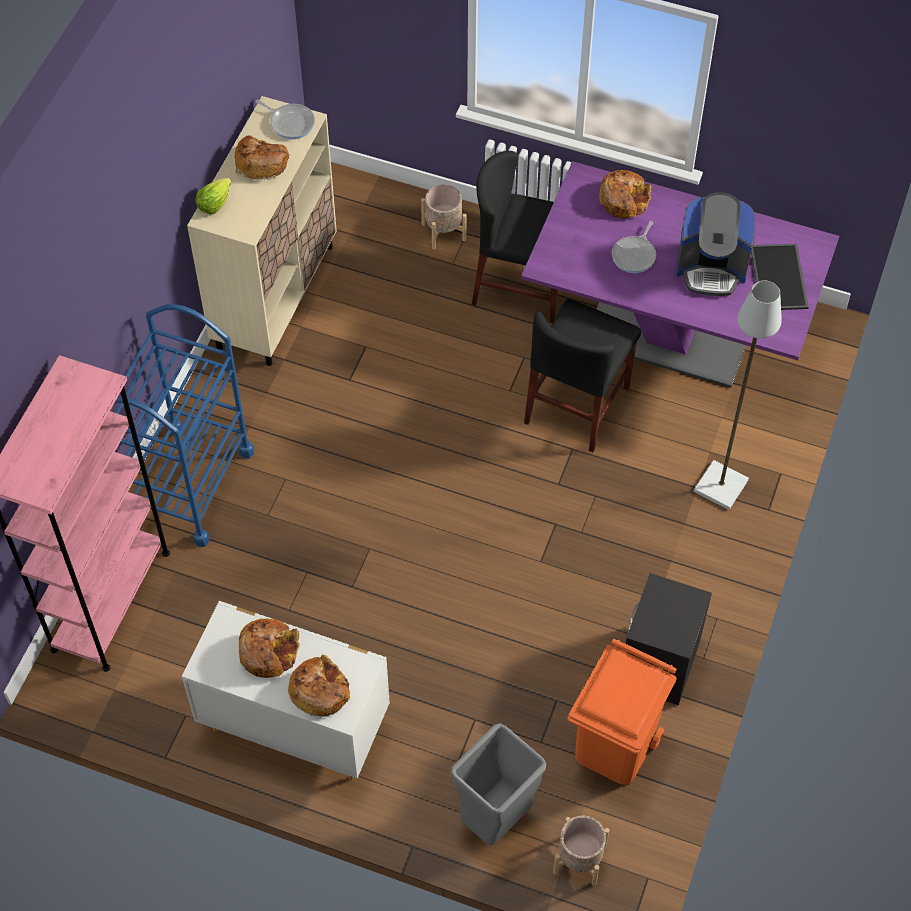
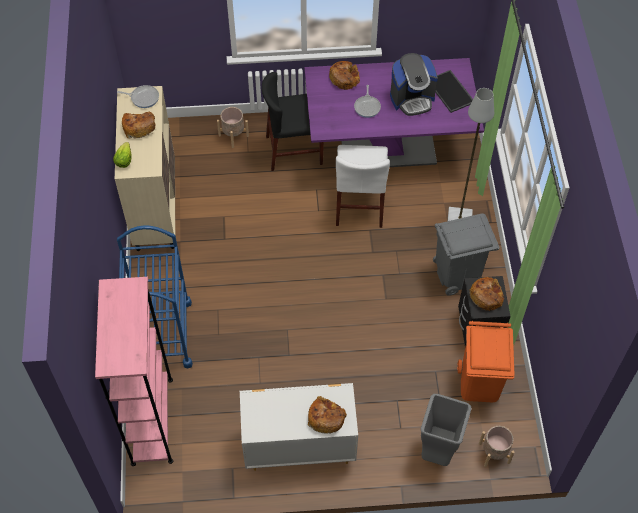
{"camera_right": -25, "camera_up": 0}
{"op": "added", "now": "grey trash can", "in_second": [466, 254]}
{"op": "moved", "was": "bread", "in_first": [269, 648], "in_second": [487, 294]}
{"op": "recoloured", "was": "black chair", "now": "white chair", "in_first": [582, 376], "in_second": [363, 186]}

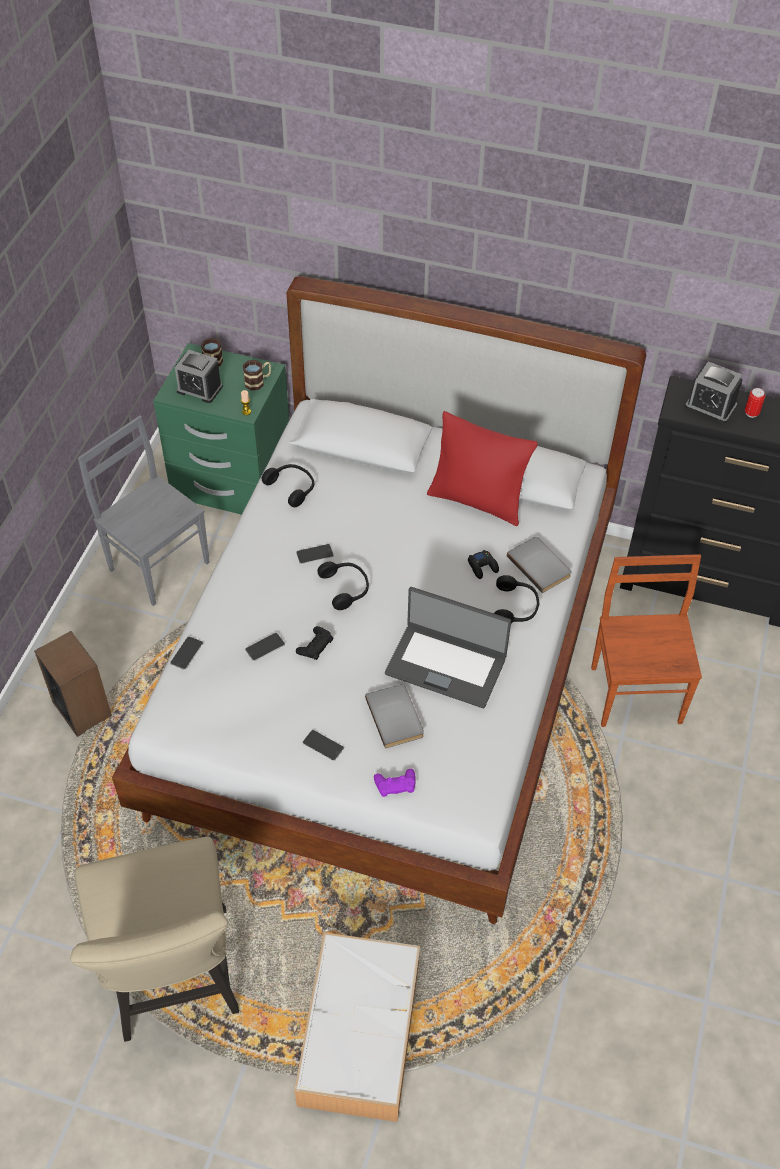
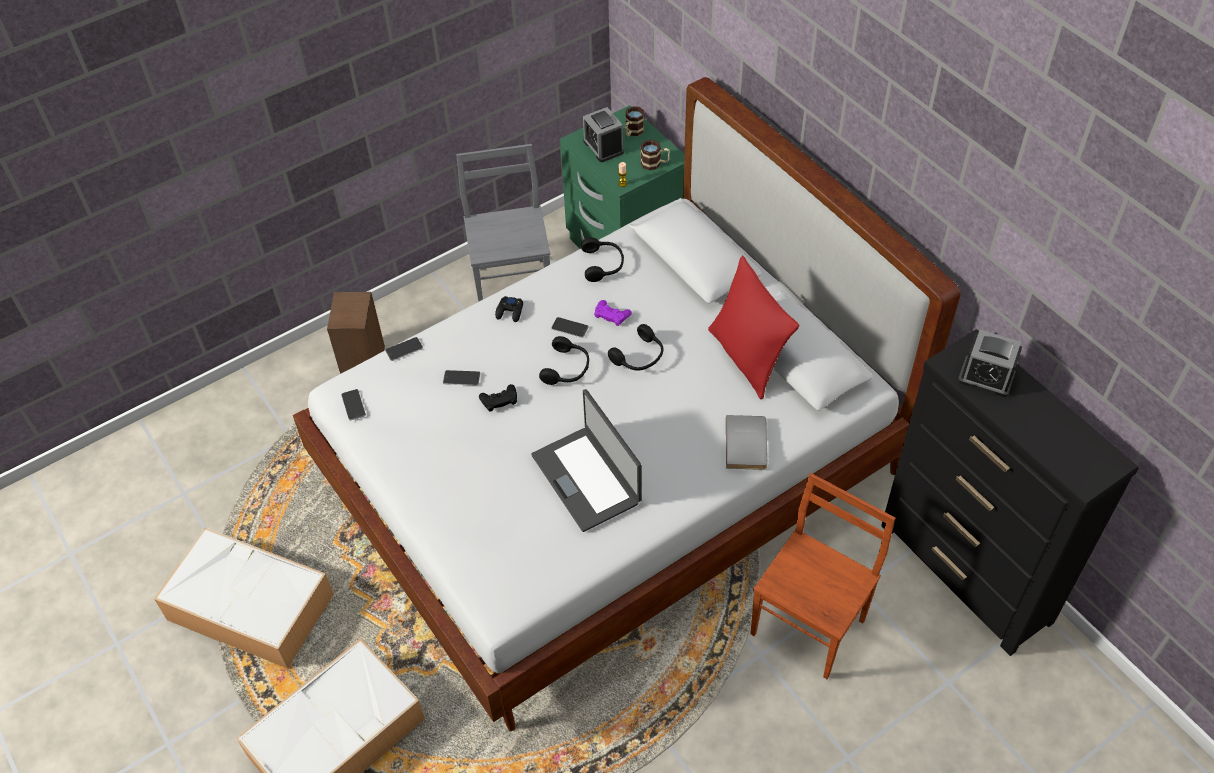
{"camera_right": 40, "camera_up": 0}
{"op": "removed", "was": "grey book", "in_first": [394, 716]}
{"op": "removed", "was": "can", "in_first": [755, 403]}
{"op": "moved", "was": "phone", "in_first": [323, 745], "in_second": [353, 405]}
{"op": "moved", "was": "purple game controller", "in_first": [395, 783], "in_second": [613, 313]}
{"op": "moved", "was": "black game controller", "in_first": [483, 564], "in_second": [509, 309]}
{"op": "moved", "was": "black headphones", "in_first": [516, 599], "in_second": [636, 347]}
{"op": "replaced", "was": "beige chair", "now": "storage box", "in_first": [154, 939], "in_second": [244, 598]}
{"op": "turned", "was": "alarm clock", "in_first": [714, 392], "in_second": [990, 363], "clockwise": -45}

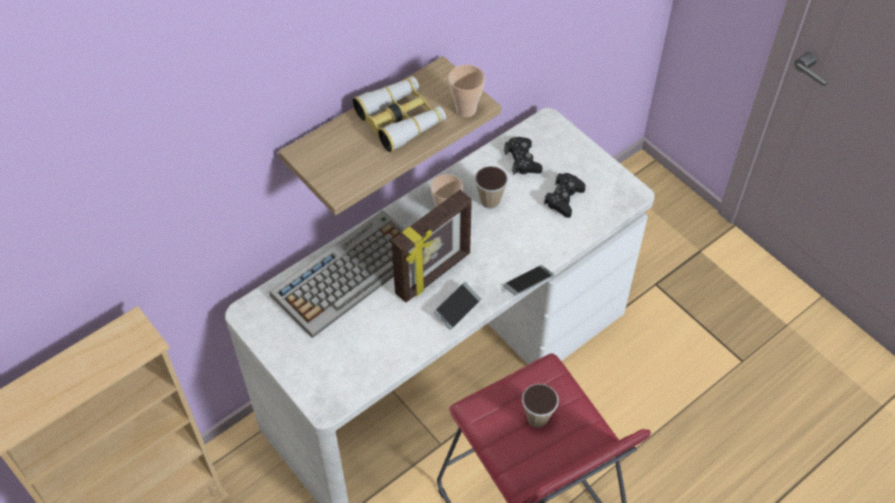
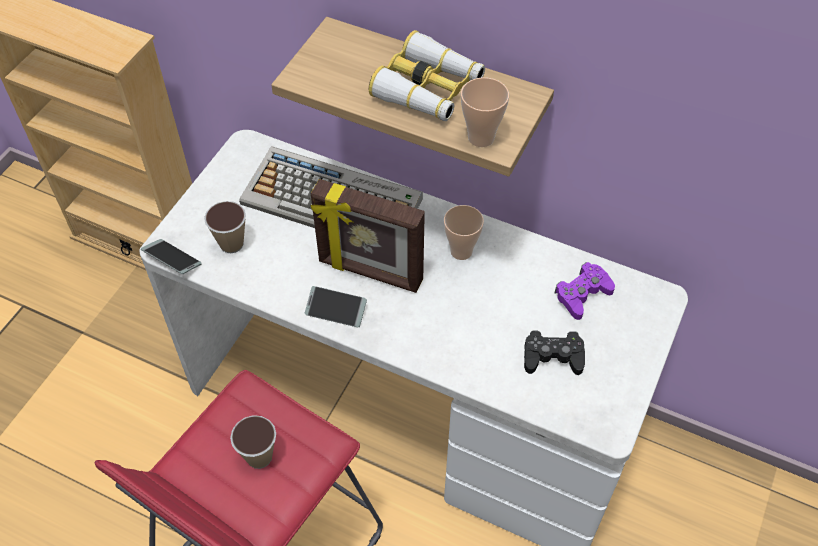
{"camera_right": 65, "camera_up": 0}
{"op": "moved", "was": "cup", "in_first": [491, 187], "in_second": [225, 227]}
{"op": "moved", "was": "phone", "in_first": [528, 280], "in_second": [171, 256]}
{"op": "recoloured", "was": "black game controller", "now": "purple game controller", "in_first": [523, 156], "in_second": [584, 291]}

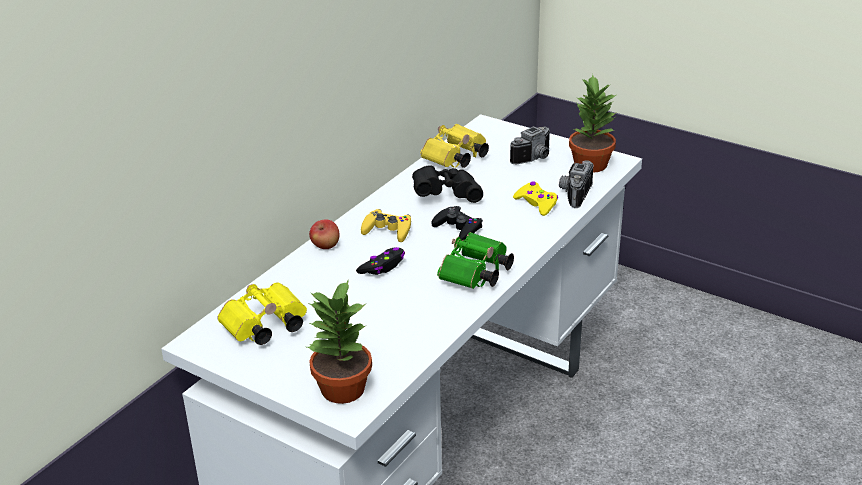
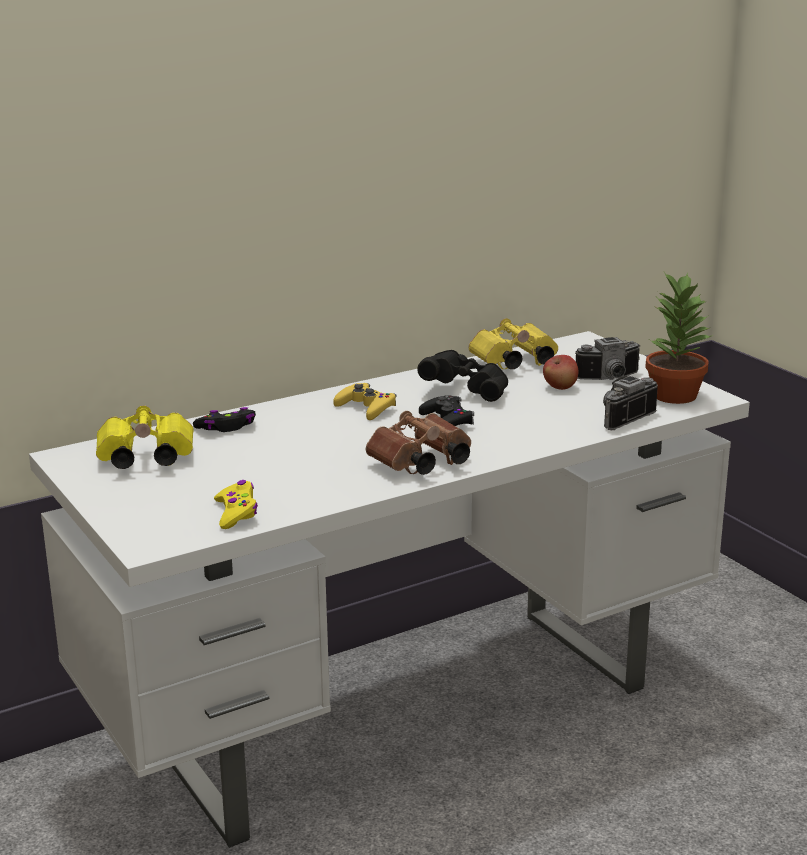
{"camera_right": 25, "camera_up": -10}
{"op": "removed", "was": "potted plant", "in_first": [339, 341]}
{"op": "moved", "was": "apple", "in_first": [324, 234], "in_second": [560, 372]}
{"op": "moved", "was": "black game controller", "in_first": [380, 261], "in_second": [224, 419]}
{"op": "moved", "was": "yellow game controller", "in_first": [535, 198], "in_second": [236, 504]}
{"op": "recoloured", "was": "green binoculars", "now": "brown binoculars", "in_first": [475, 260], "in_second": [418, 443]}

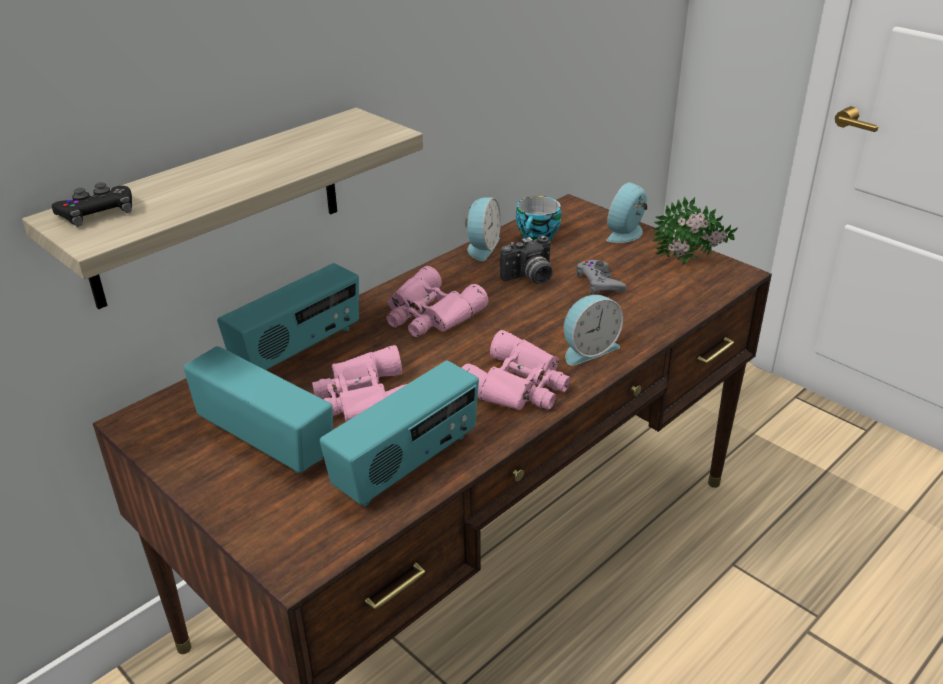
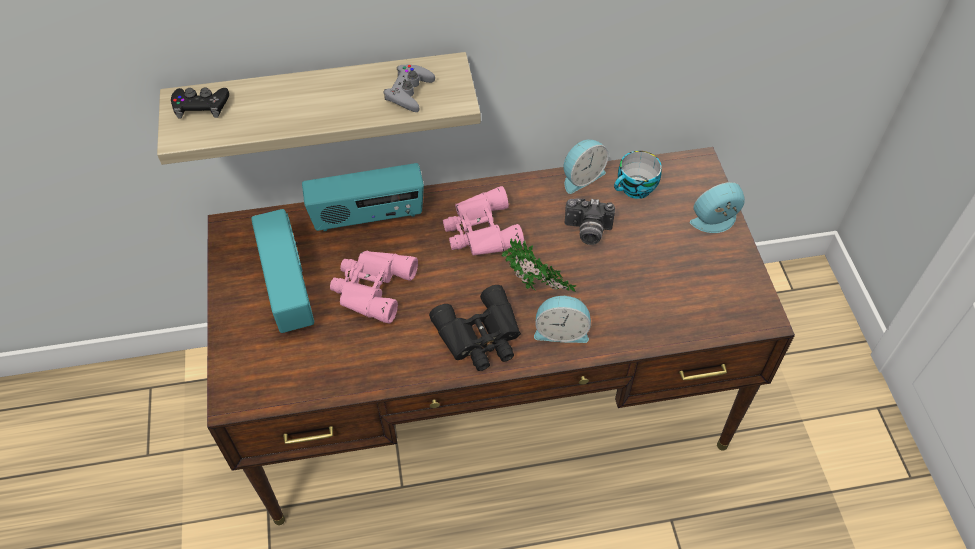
{"camera_right": 35, "camera_up": 20}
{"op": "removed", "was": "radio", "in_first": [399, 434]}
{"op": "moved", "was": "grey game controller", "in_first": [601, 276], "in_second": [409, 88]}
{"op": "moved", "was": "potted plant", "in_first": [695, 230], "in_second": [539, 265]}
{"op": "recoloured", "was": "pink binoculars", "now": "black binoculars", "in_first": [516, 370], "in_second": [475, 328]}

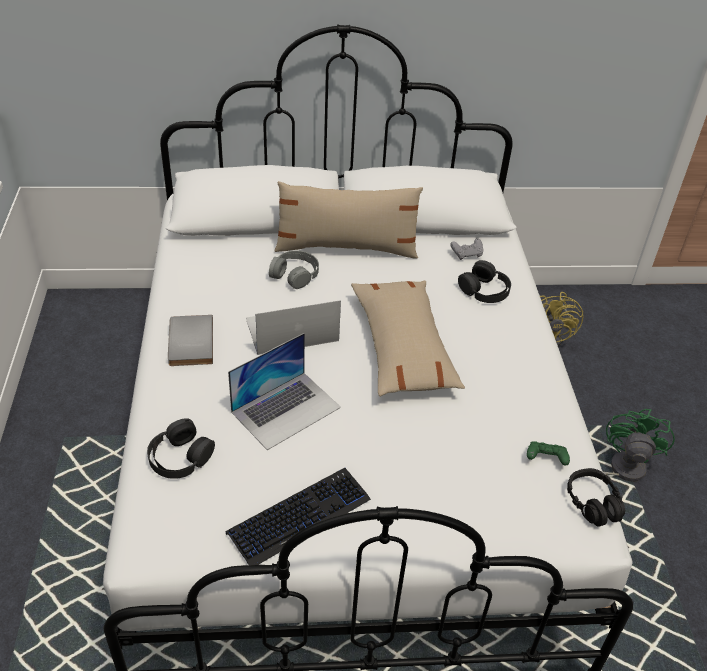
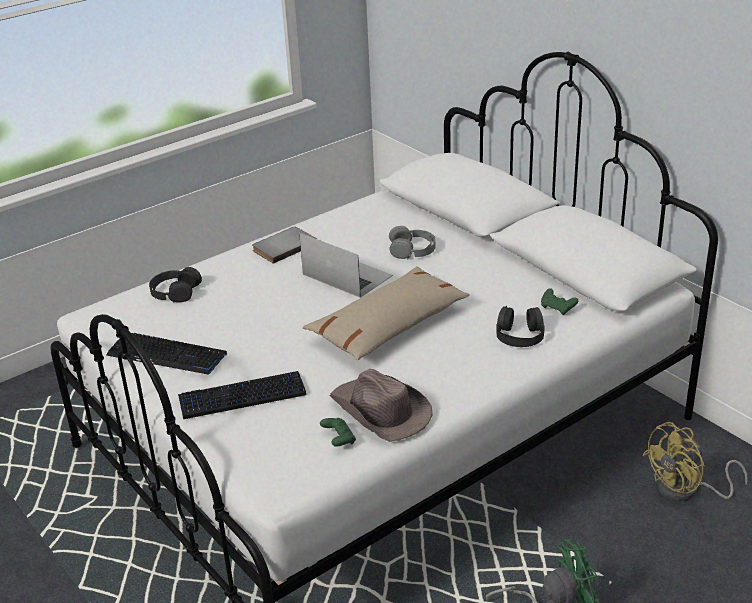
{"camera_right": 60, "camera_up": -10}
{"op": "removed", "was": "laptop", "in_first": [284, 391]}
{"op": "removed", "was": "beige pillow", "in_first": [348, 220]}
{"op": "removed", "was": "black headphones", "in_first": [596, 497]}
{"op": "added", "now": "keyboard", "in_second": [242, 395]}
{"op": "added", "now": "brown hat", "in_second": [381, 405]}
{"op": "recoloured", "was": "grey game controller", "now": "green game controller", "in_first": [467, 249], "in_second": [559, 301]}

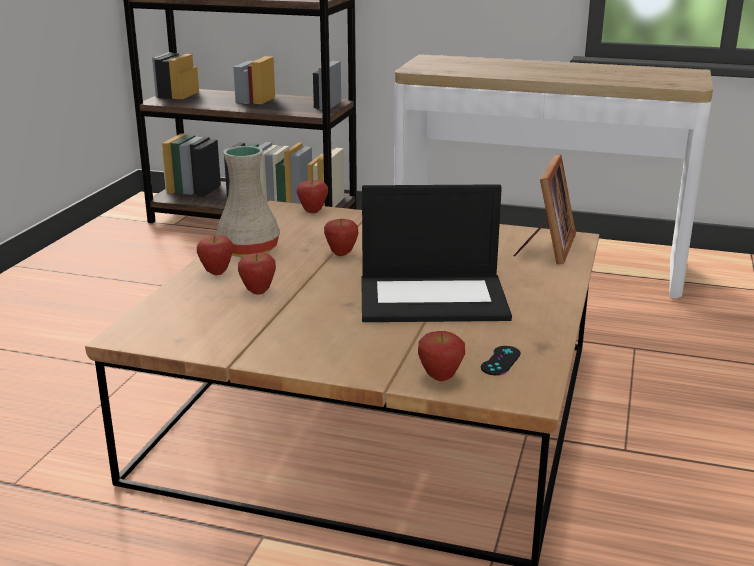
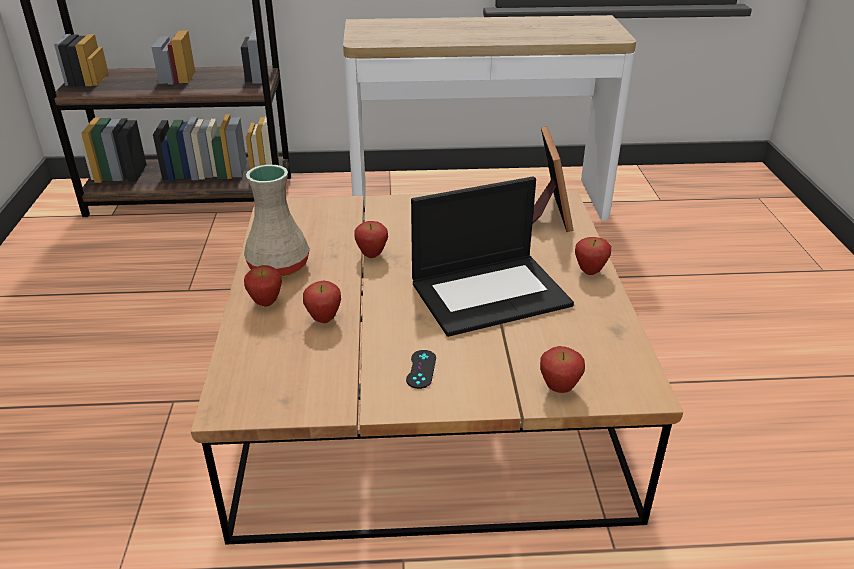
{"camera_right": -20, "camera_up": 10}
{"op": "moved", "was": "apple", "in_first": [312, 196], "in_second": [593, 256]}
{"op": "moved", "was": "black game controller", "in_first": [501, 360], "in_second": [421, 369]}

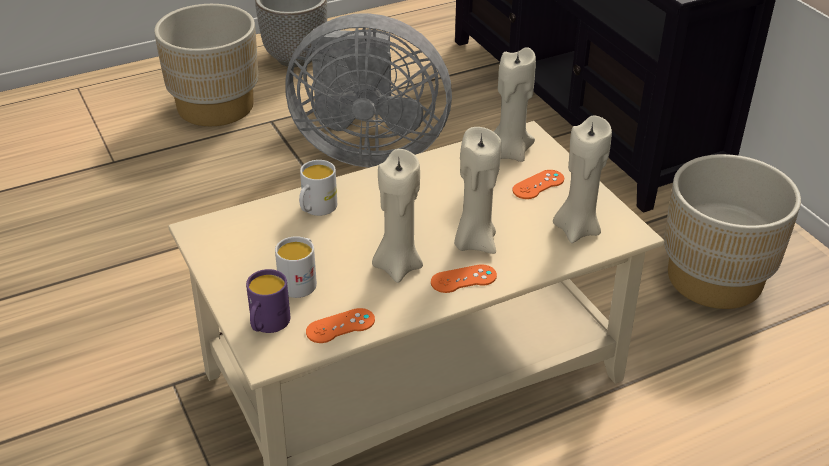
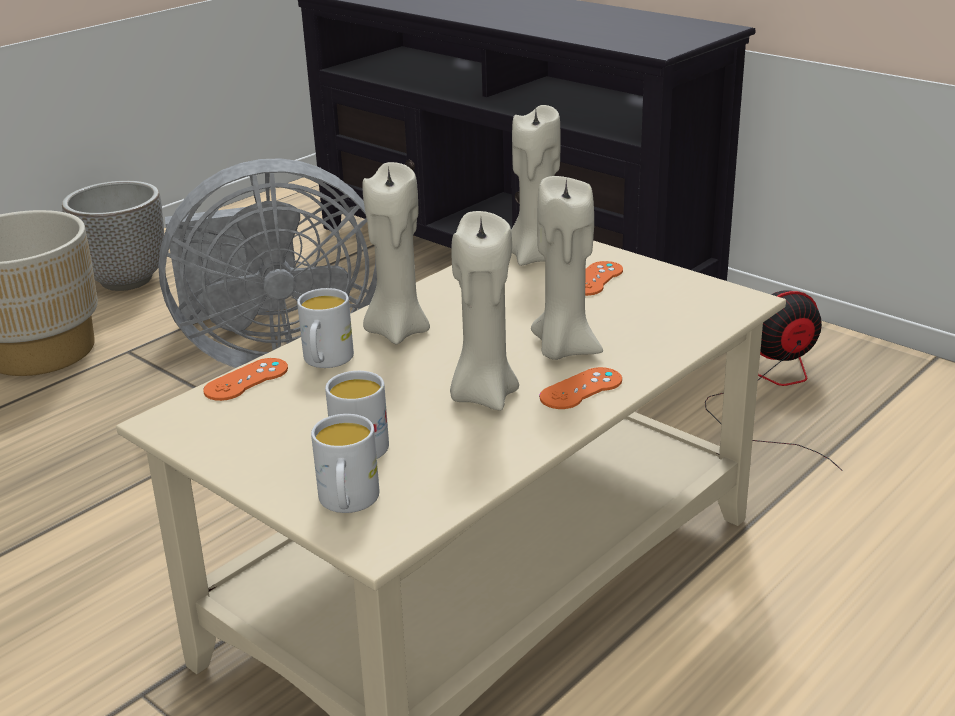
{"camera_right": -20, "camera_up": -10}
{"op": "moved", "was": "orange game controller", "in_first": [340, 325], "in_second": [245, 379]}
{"op": "moved", "was": "beige candle", "in_first": [582, 179], "in_second": [396, 253]}
{"op": "replaced", "was": "beige planter", "now": "fan", "in_first": [732, 231], "in_second": [774, 380]}
{"op": "recoloured", "was": "purple mug", "now": "white mug", "in_first": [268, 301], "in_second": [345, 463]}

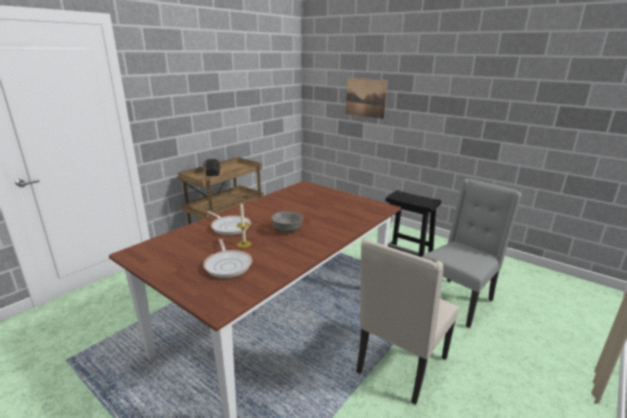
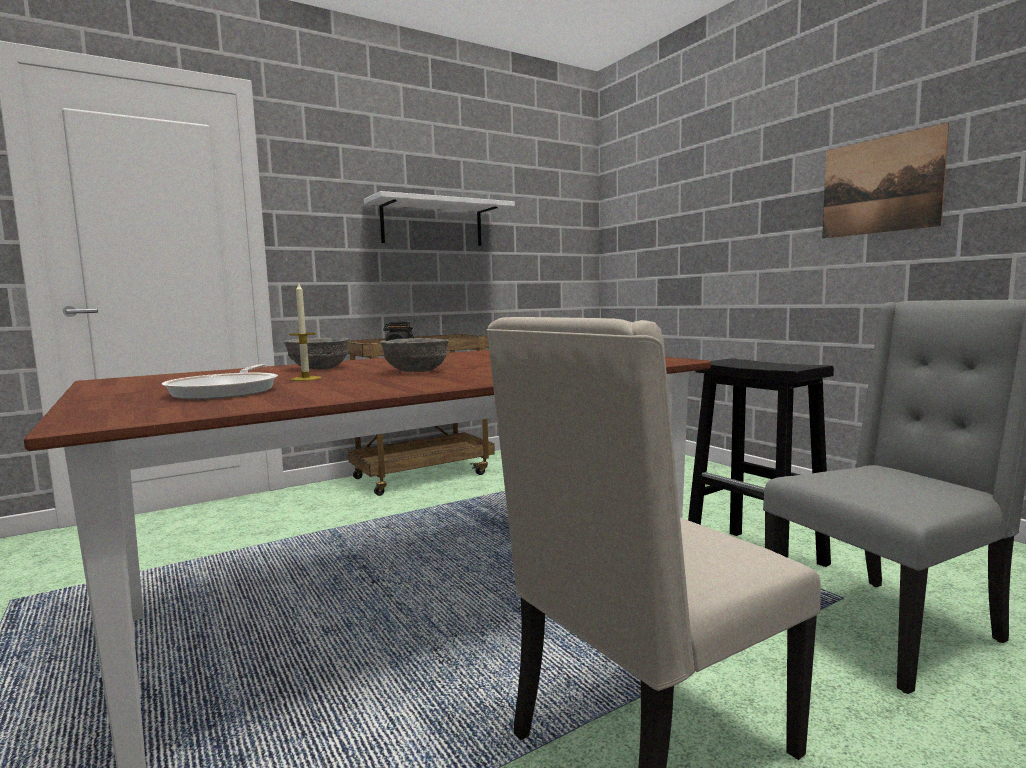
{"camera_right": 20, "camera_up": -15}
{"op": "added", "now": "white shelf", "in_second": [439, 218]}
{"op": "moved", "was": "picture", "in_first": [367, 98], "in_second": [885, 180]}
{"op": "replaced", "was": "frying pan", "now": "grey bowl", "in_first": [229, 223], "in_second": [316, 353]}

